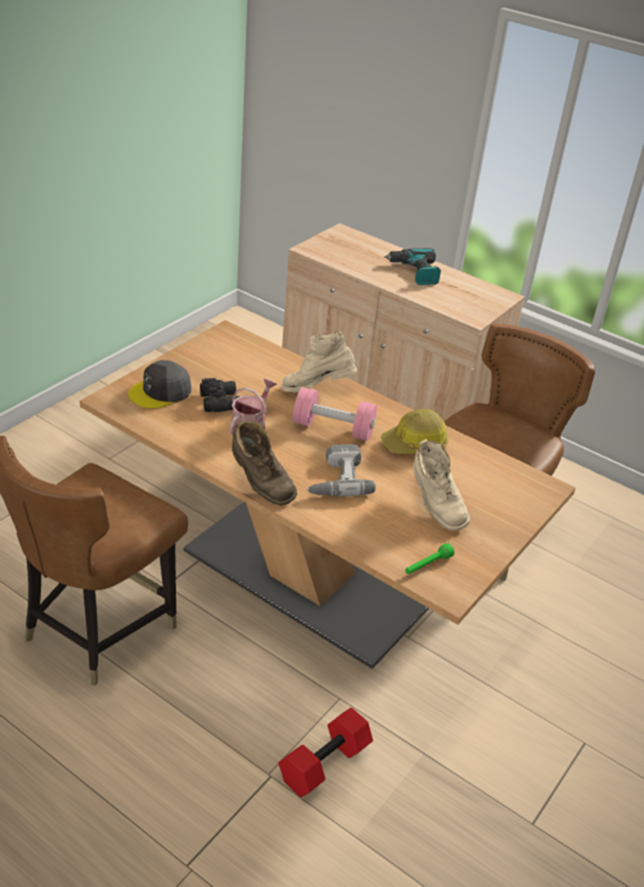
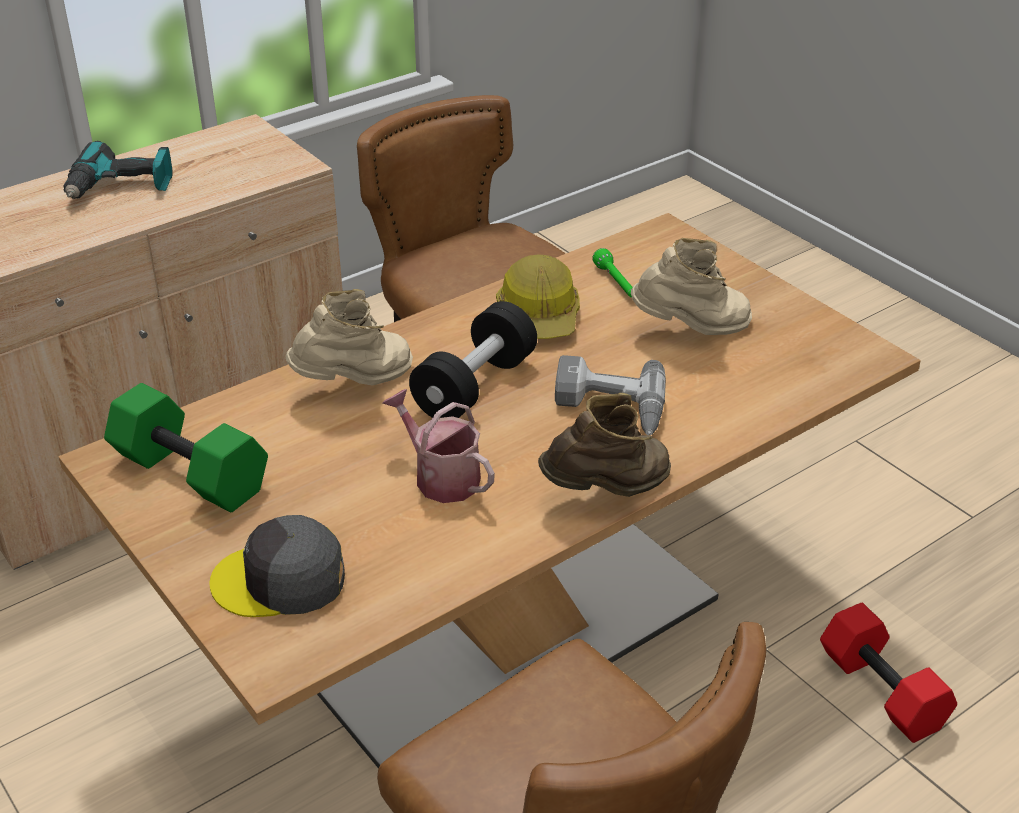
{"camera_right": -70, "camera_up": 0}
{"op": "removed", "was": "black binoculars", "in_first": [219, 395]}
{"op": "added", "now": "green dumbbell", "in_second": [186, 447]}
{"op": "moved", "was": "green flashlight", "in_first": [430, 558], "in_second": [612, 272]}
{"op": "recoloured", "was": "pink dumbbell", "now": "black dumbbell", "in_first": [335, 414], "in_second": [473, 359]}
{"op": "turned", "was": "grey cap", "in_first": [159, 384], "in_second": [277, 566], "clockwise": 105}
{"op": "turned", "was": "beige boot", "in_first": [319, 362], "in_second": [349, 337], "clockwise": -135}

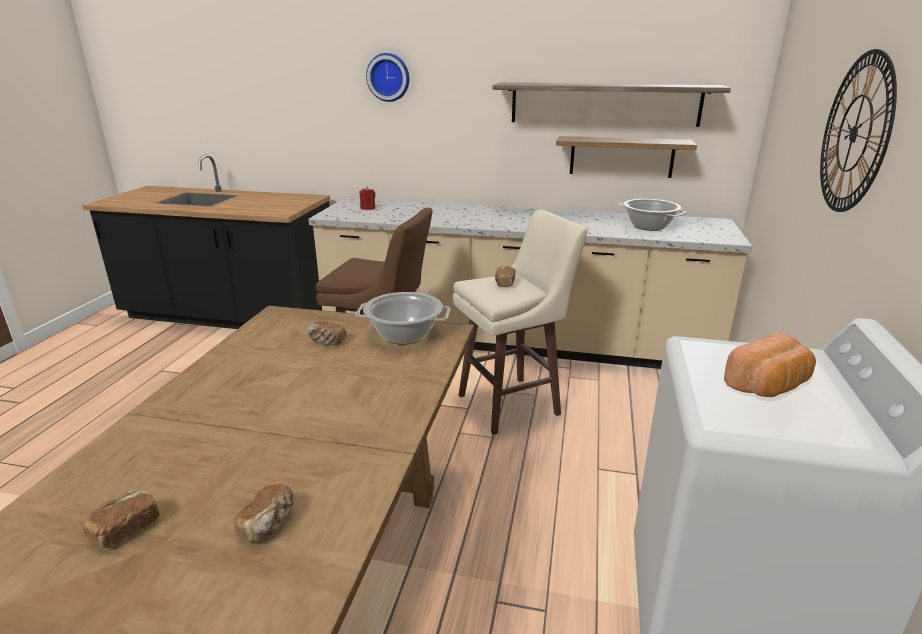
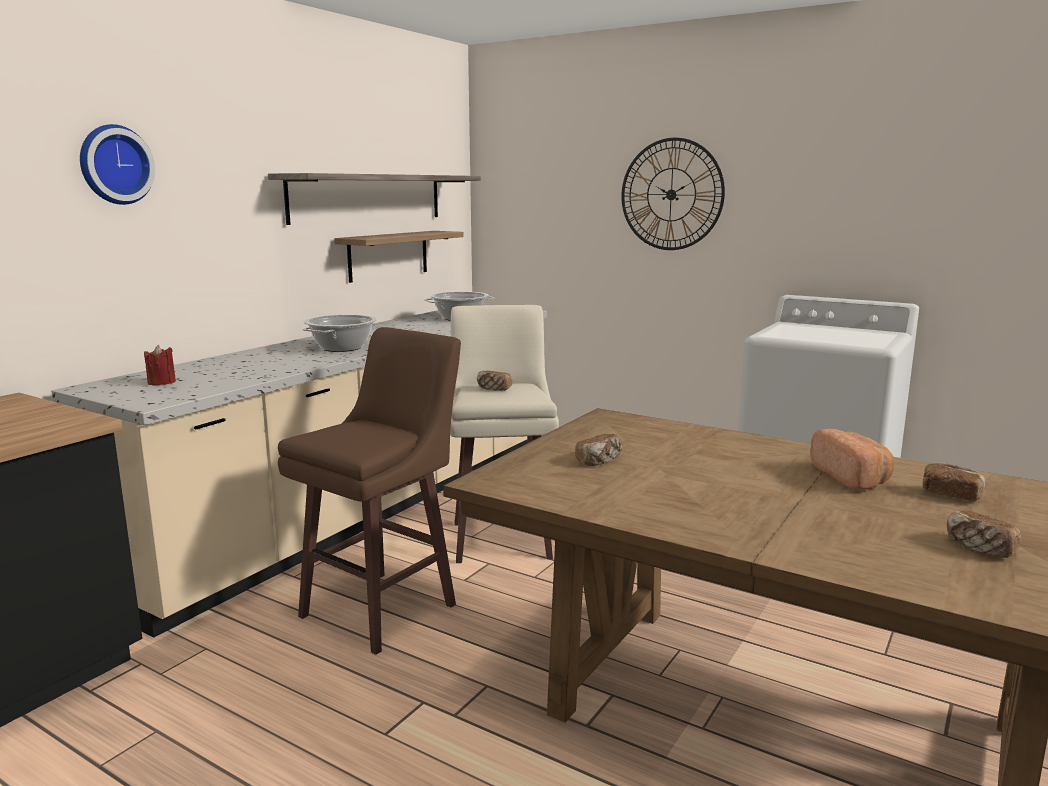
{"camera_right": -70, "camera_up": -10}
{"op": "moved", "was": "cooking pot", "in_first": [402, 318], "in_second": [340, 333]}
{"op": "moved", "was": "bread", "in_first": [770, 364], "in_second": [852, 459]}

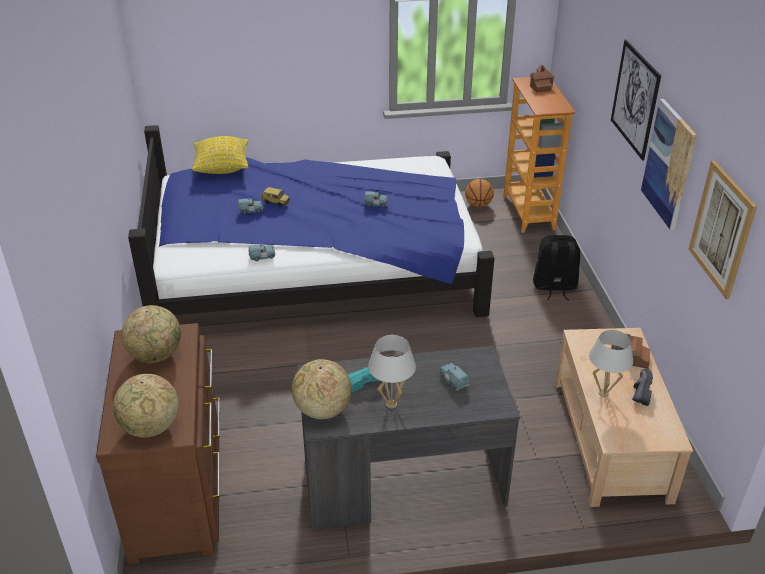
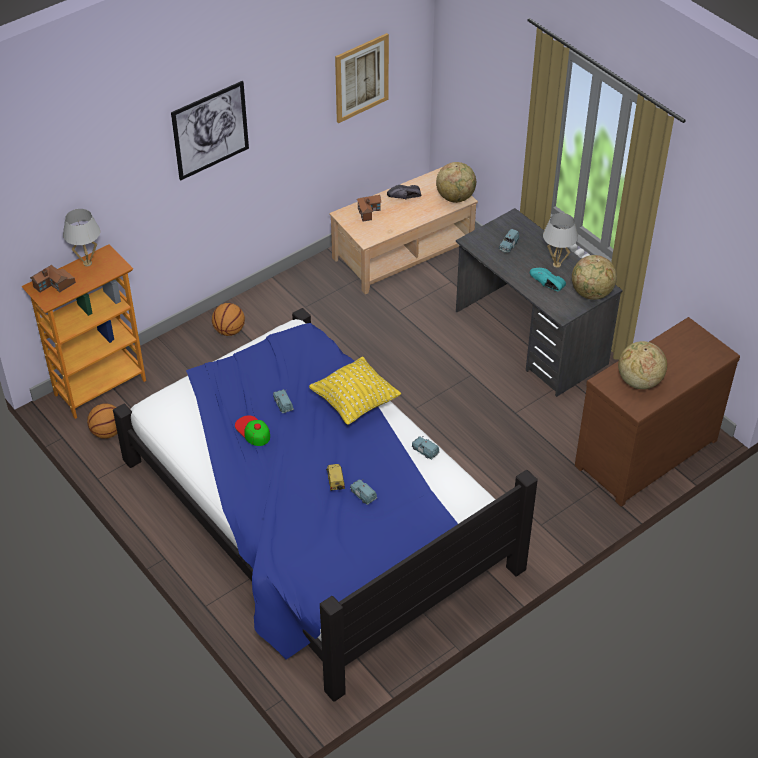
{"camera_right": -120, "camera_up": 10}
{"op": "removed", "was": "picture", "in_first": [669, 164]}
{"op": "added", "now": "cap", "in_second": [252, 430]}
{"op": "moved", "was": "globe", "in_first": [146, 406], "in_second": [456, 182]}
{"op": "moved", "was": "yellow pillow", "in_first": [220, 155], "in_second": [355, 390]}
{"op": "moved", "was": "white table lamp", "in_first": [611, 363], "in_second": [81, 237]}
{"op": "replaced", "was": "black backpack", "now": "basketball", "in_first": [556, 268], "in_second": [228, 319]}

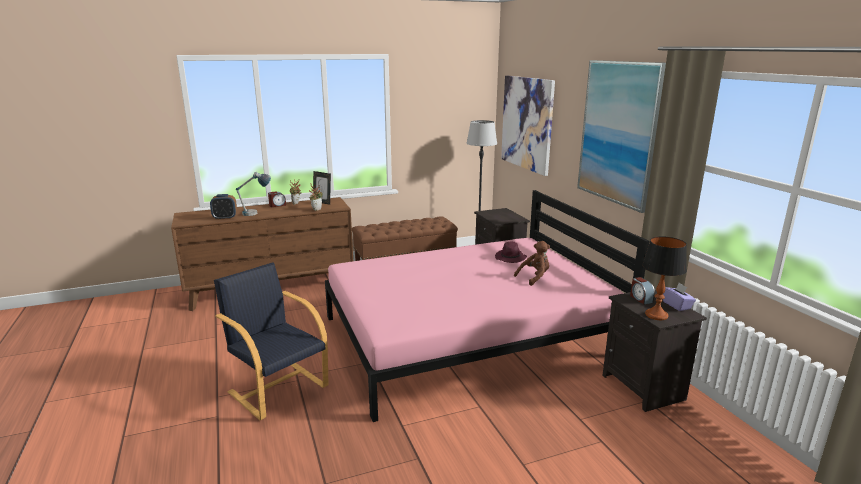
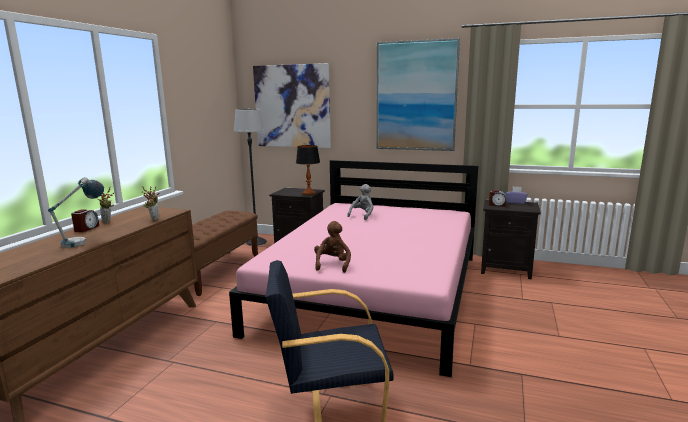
{"camera_right": -50, "camera_up": -5}
{"op": "removed", "was": "alarm clock", "in_first": [223, 207]}
{"op": "removed", "was": "picture frame", "in_first": [322, 188]}
{"op": "moved", "was": "brown plush toy", "in_first": [532, 263], "in_second": [332, 247]}
{"op": "moved", "was": "table lamp", "in_first": [664, 278], "in_second": [308, 170]}
{"op": "replaced", "was": "purple hat", "now": "grey plush toy", "in_first": [511, 252], "in_second": [360, 202]}

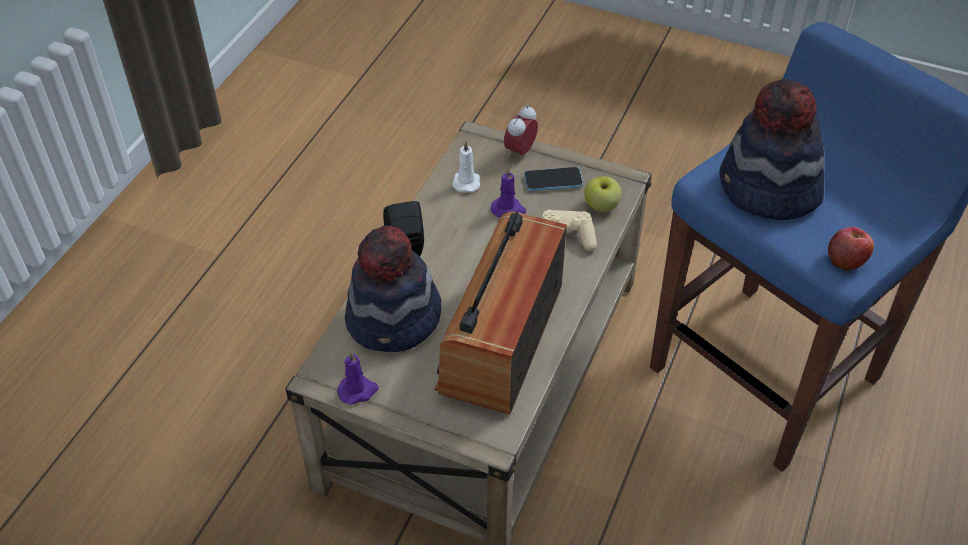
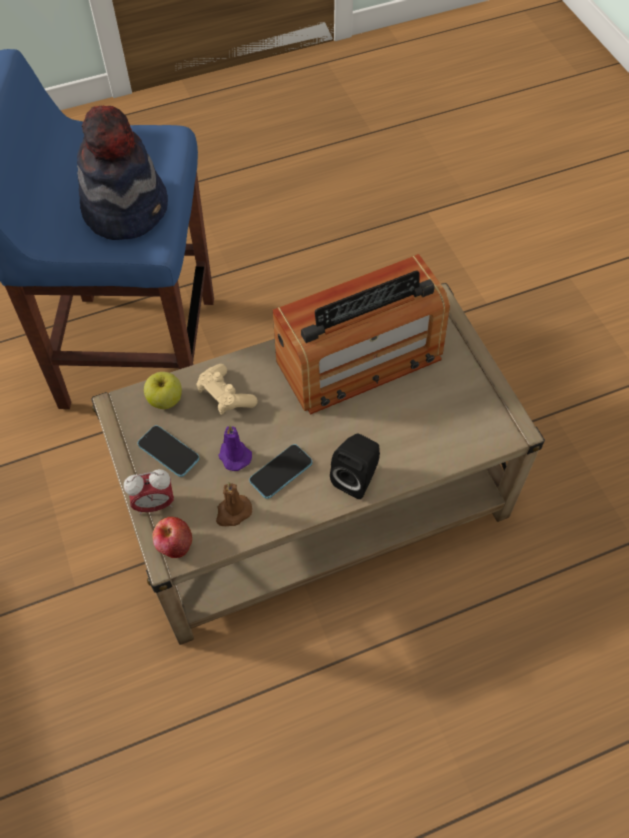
{"camera_right": -135, "camera_up": 10}
{"op": "removed", "was": "purple candle", "in_first": [358, 378]}
{"op": "removed", "was": "hat", "in_first": [393, 288]}
{"op": "added", "now": "phone", "in_second": [280, 471]}
{"op": "moved", "was": "apple", "in_first": [851, 249], "in_second": [172, 537]}
{"op": "recoloured", "was": "white candle", "now": "brown candle", "in_first": [466, 166], "in_second": [234, 504]}

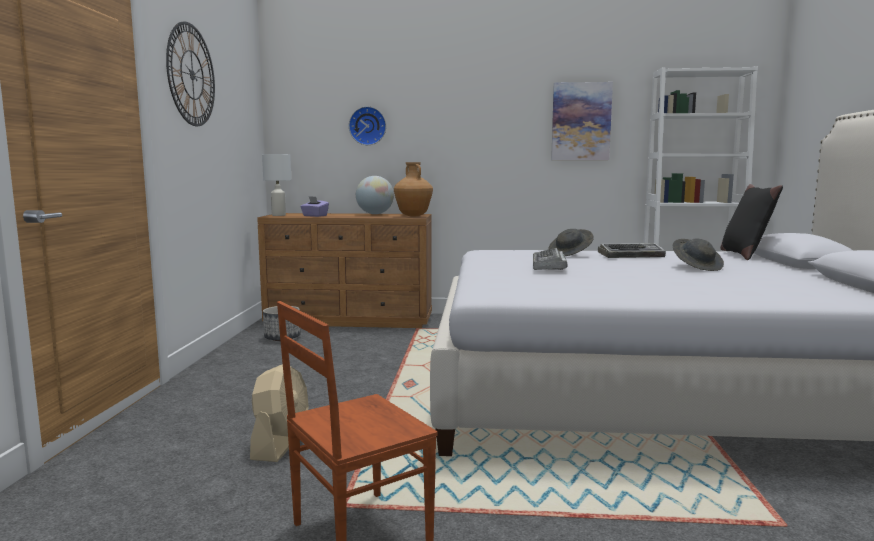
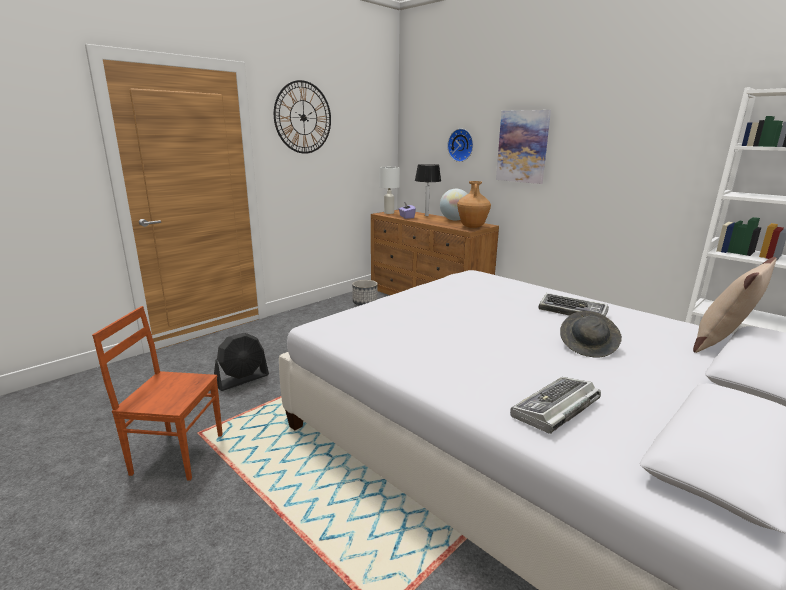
{"camera_right": 40, "camera_up": 10}
{"op": "removed", "was": "grey hat", "in_first": [571, 242]}
{"op": "added", "now": "table lamp", "in_second": [428, 190]}
{"op": "moved", "was": "keyboard", "in_first": [550, 259], "in_second": [555, 405]}
{"op": "moved", "was": "picture", "in_first": [582, 121], "in_second": [523, 147]}
{"op": "recoloured", "was": "beige fan", "now": "black fan", "in_first": [279, 413], "in_second": [241, 362]}
{"op": "recoloured", "was": "black pillow", "now": "beige pillow", "in_first": [751, 222], "in_second": [735, 305]}

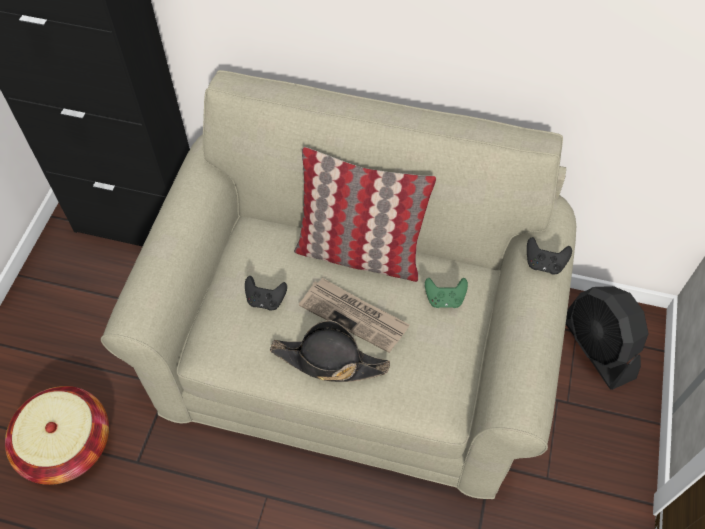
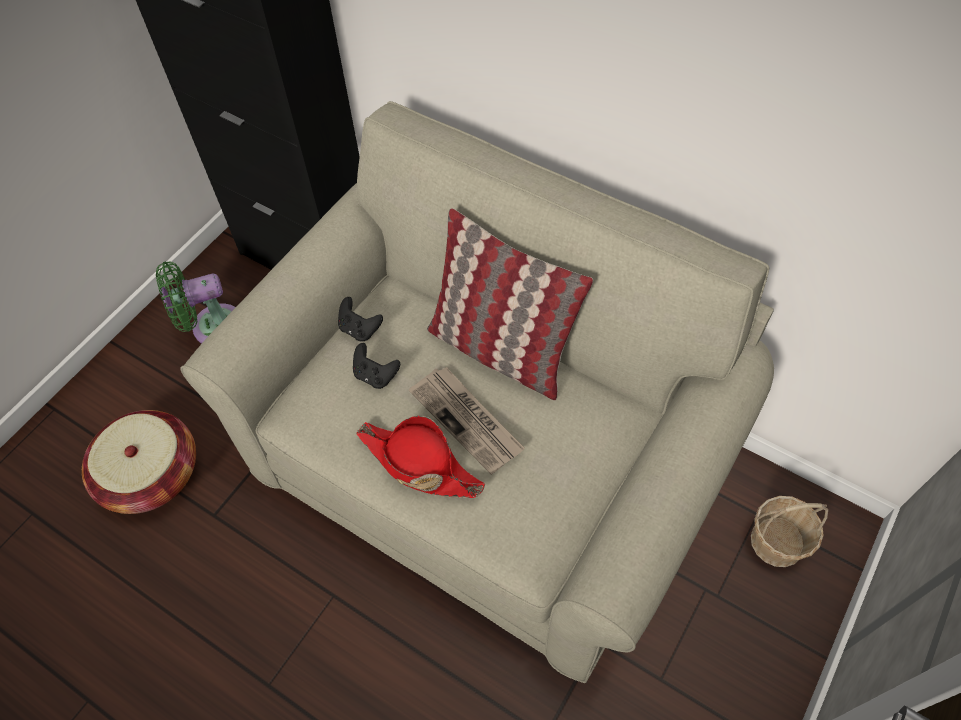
{"camera_right": 20, "camera_up": 0}
{"op": "removed", "was": "green game controller", "in_first": [446, 293]}
{"op": "added", "now": "green fan", "in_second": [196, 303]}
{"op": "moved", "was": "black game controller", "in_first": [549, 255], "in_second": [360, 319]}
{"op": "replaced", "was": "black fan", "now": "basket", "in_first": [607, 338], "in_second": [789, 531]}
{"op": "recoloured", "was": "black hat", "now": "red hat", "in_first": [330, 351], "in_second": [420, 457]}

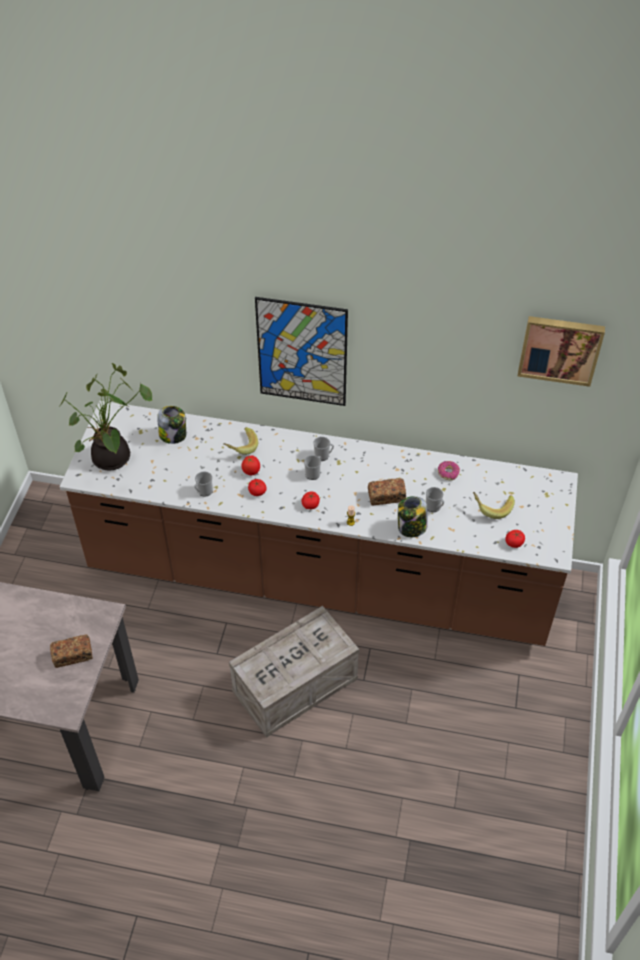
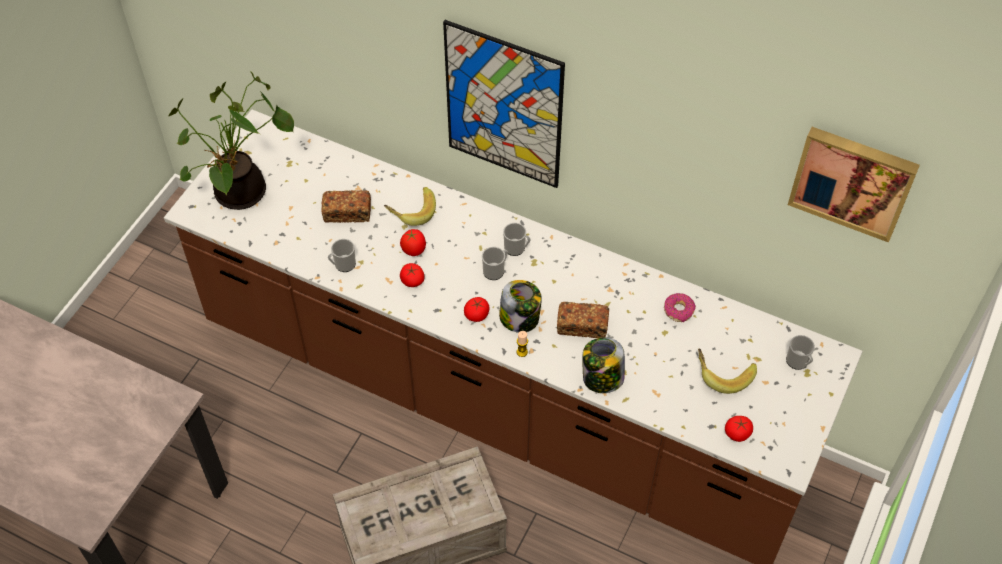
{"camera_right": 15, "camera_up": 5}
{"op": "moved", "was": "bread", "in_first": [71, 651], "in_second": [346, 206]}
{"op": "moved", "was": "jar", "in_first": [171, 425], "in_second": [520, 306]}
{"op": "moved", "was": "mug", "in_first": [435, 499], "in_second": [800, 352]}

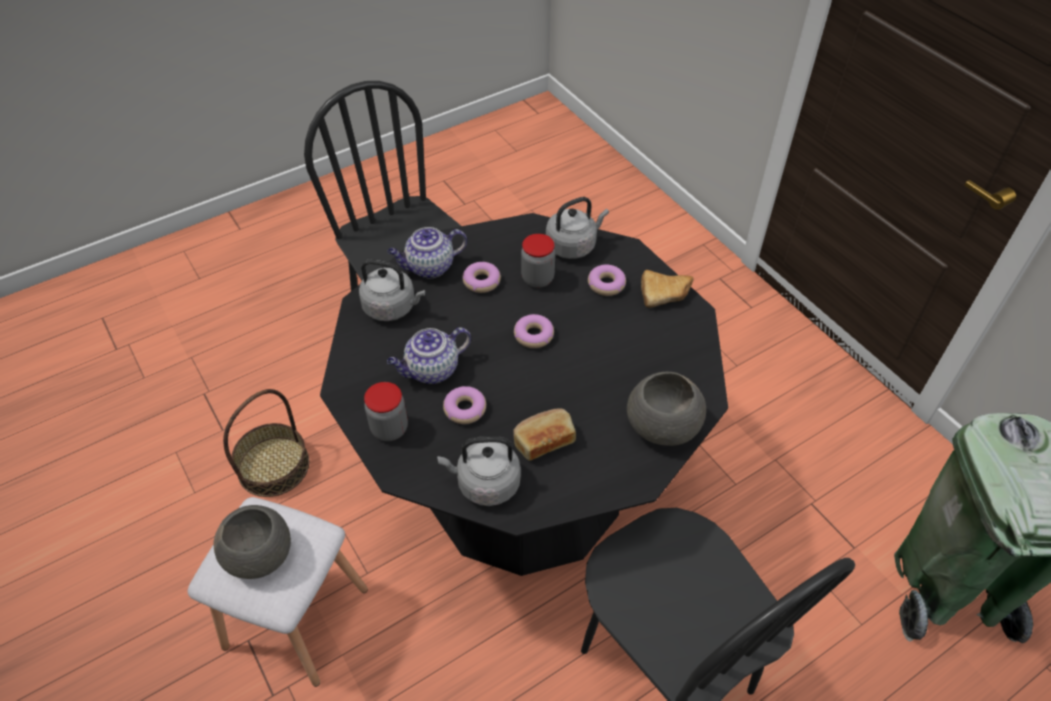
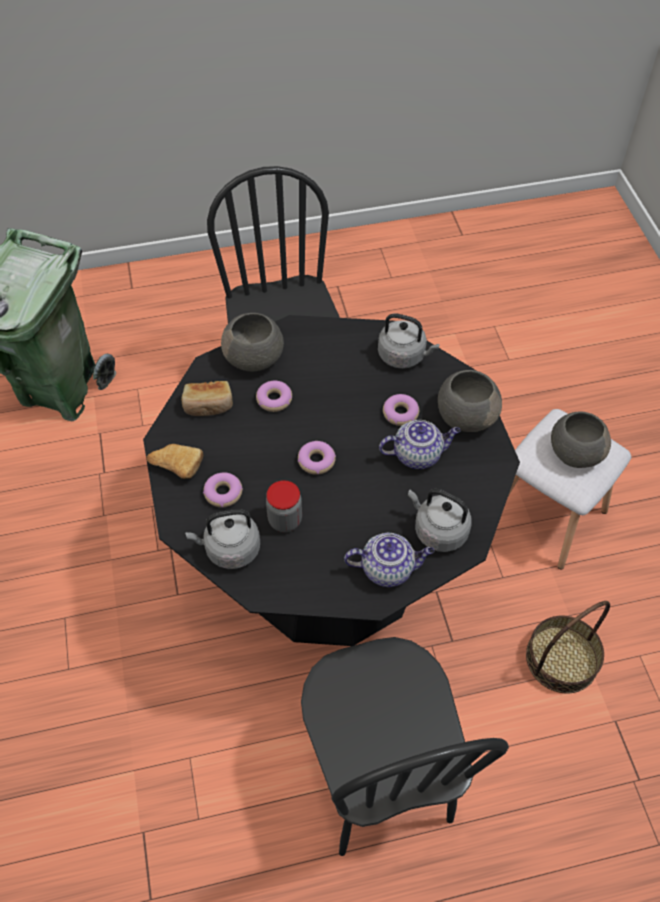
{"camera_right": -160, "camera_up": 5}
{"op": "moved", "was": "donut", "in_first": [482, 277], "in_second": [274, 396]}
{"op": "moved", "was": "bread", "in_first": [544, 434], "in_second": [207, 398]}
{"op": "replaced", "was": "jar", "now": "grey bowl", "in_first": [386, 411], "in_second": [470, 401]}

